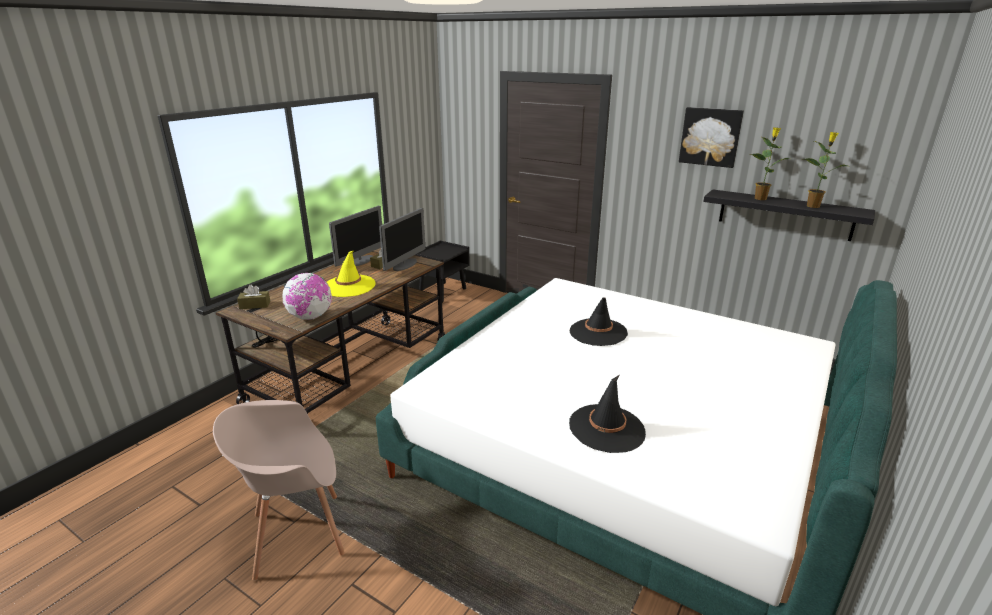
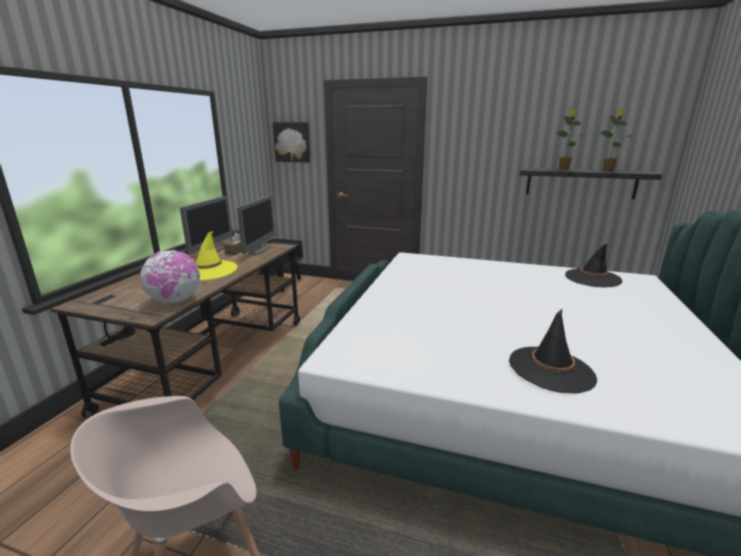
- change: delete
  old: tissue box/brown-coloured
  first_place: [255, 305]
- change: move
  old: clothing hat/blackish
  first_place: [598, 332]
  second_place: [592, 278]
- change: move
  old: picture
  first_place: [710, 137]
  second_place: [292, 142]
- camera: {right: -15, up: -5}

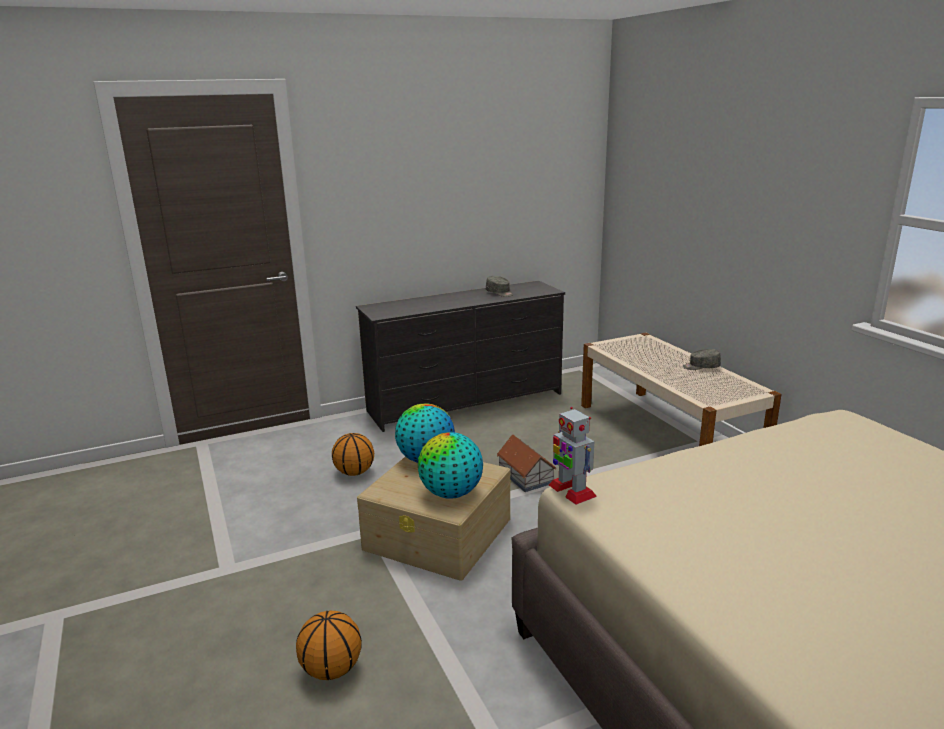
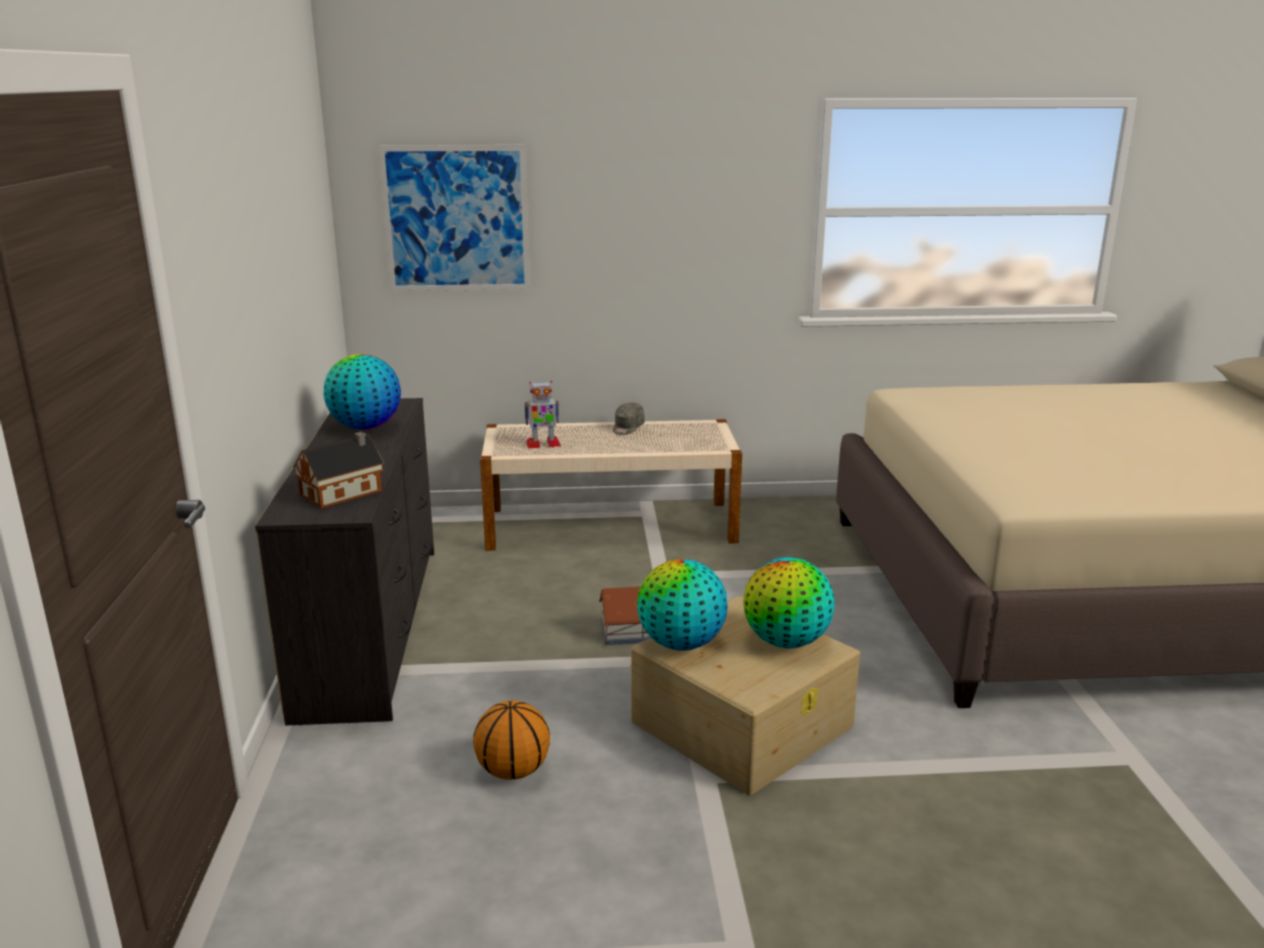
- change: delete
  old: basketball ball
  first_place: [331, 669]
- change: replace
  old: cap/greyish
  new: world globe
  first_place: [499, 293]
  second_place: [365, 427]
- change: move
  old: toy robot
  first_place: [571, 490]
  second_place: [543, 444]
- change: insert
  new: model house
  second_place: [344, 492]
- change: insert
  new: picture
  second_place: [456, 219]
- camera: {right: -70, up: 0}

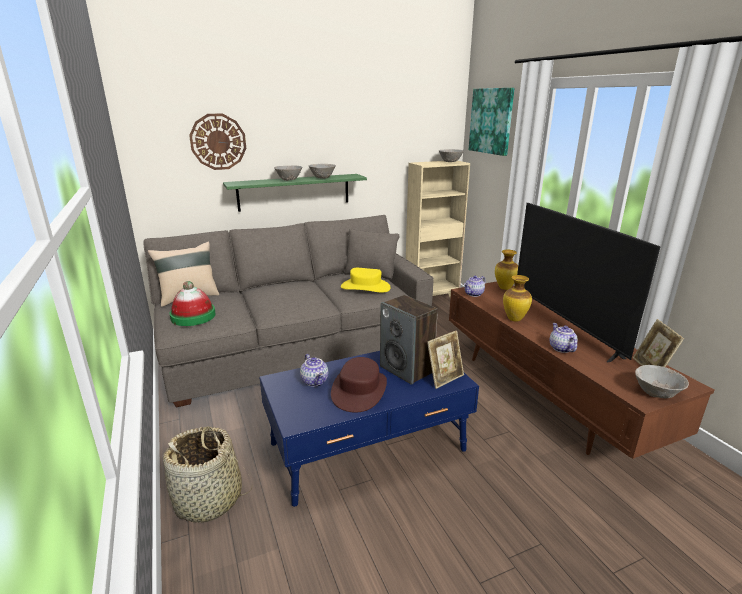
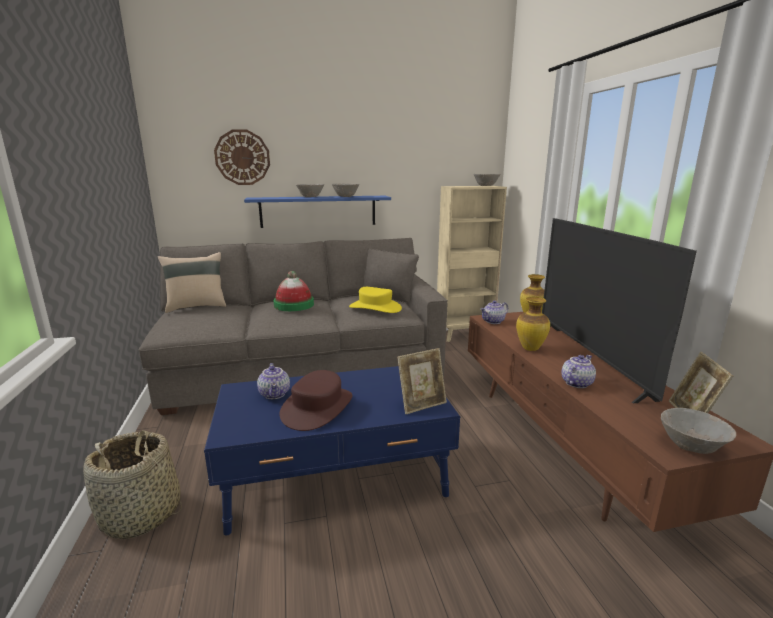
- change: move
  old: clothing hat
  first_place: [193, 316]
  second_place: [294, 305]
- change: recolor
  old: wall shelf/green-coloured
  new: wall shelf/blue
  first_place: [294, 192]
  second_place: [318, 211]
- change: delete
  old: loudspeaker
  first_place: [407, 369]
- change: delete
  old: picture
  first_place: [491, 121]
- change: rotate
  old: teapot
  first_place: [560, 348]
  second_place: [576, 383]
  degrees: 45
- camera: {right: 10, up: -5}

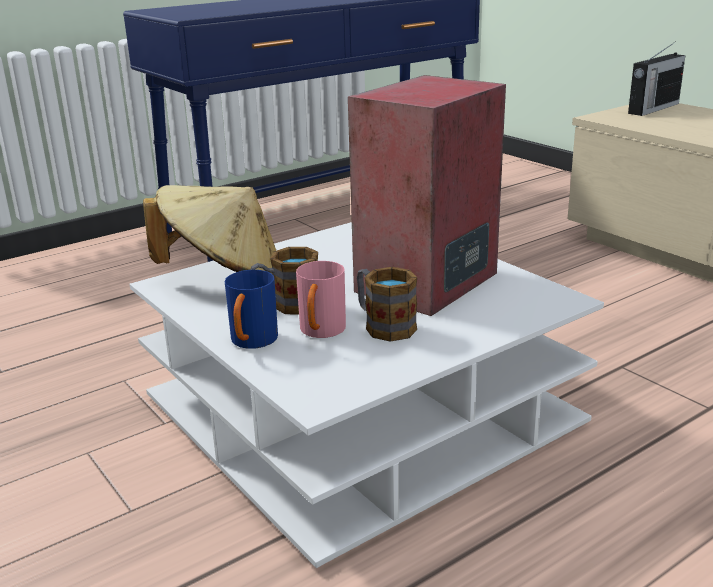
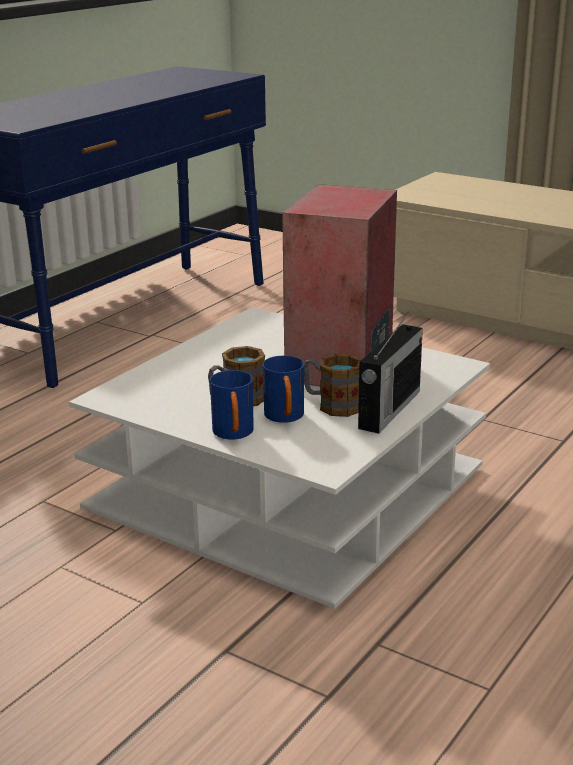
- change: delete
  old: clothing hat/beige
  first_place: [224, 276]
- change: recolor
  old: coffee mug/pinkish
  new: coffee mug/blue
  first_place: [320, 333]
  second_place: [285, 418]
- change: move
  old: radio
  first_place: [652, 108]
  second_place: [388, 410]
- camera: {right: -20, up: 0}

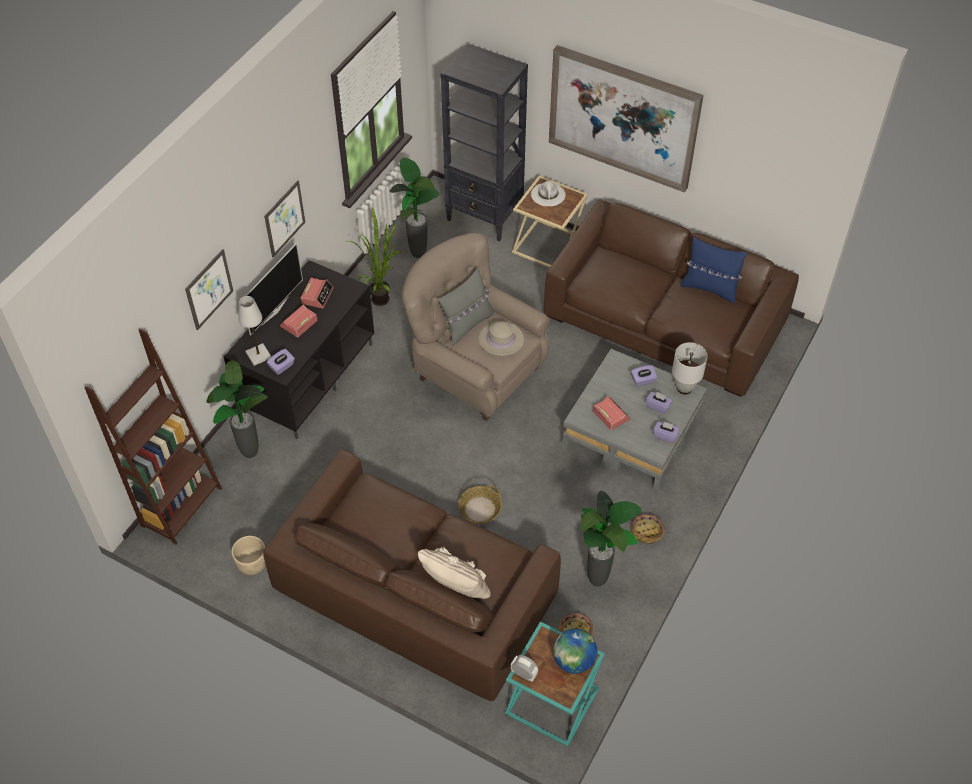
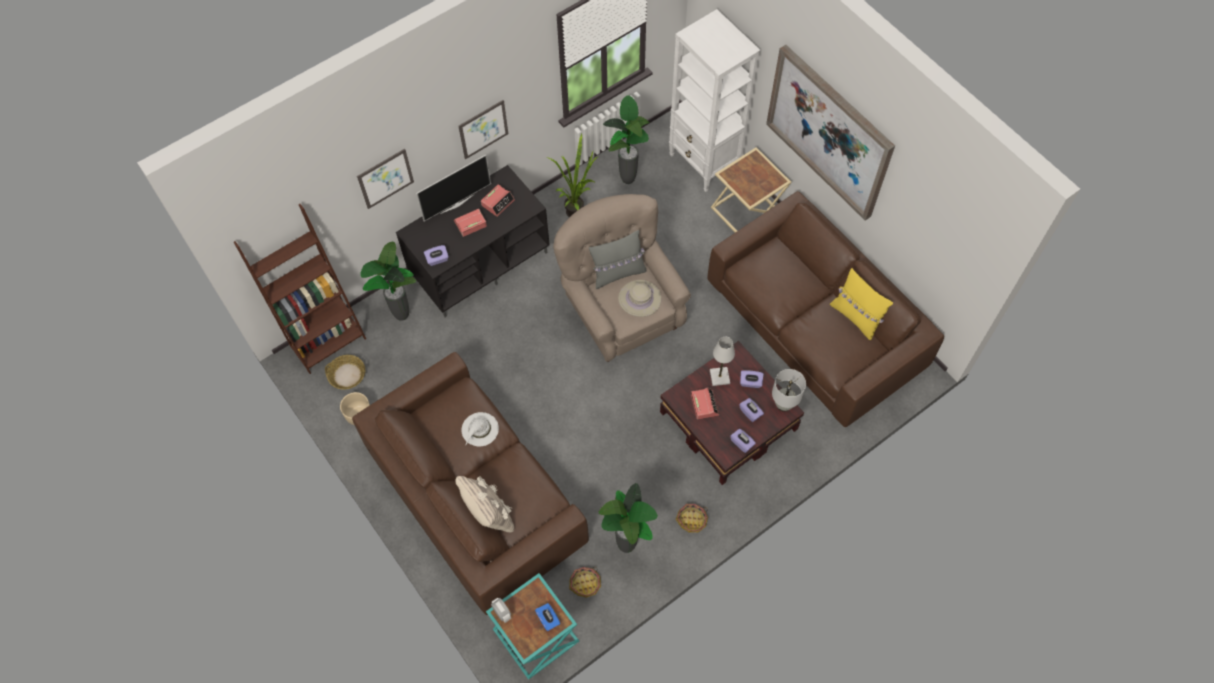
- change: move
  old: lamp for a table/white-coloured
  first_place: [258, 355]
  second_place: [719, 377]
- change: recolor
  old: bookcase/blackish
  new: bookcase/white-coloured
  first_place: [485, 217]
  second_place: [705, 163]
- change: move
  old: basket
  first_place: [479, 509]
  second_place: [347, 375]
- change: move
  old: clothing hat/white-coloured
  first_place: [548, 195]
  second_place: [480, 429]
- change: replace
  old: world globe
  new: tissue box/blue
  first_place: [574, 661]
  second_place: [548, 619]
- change: recolor
  old: coffee table/greyish
  new: coffee table/brown-coloured
  first_place: [633, 430]
  second_place: [729, 420]
- change: recolor
  old: cushion/blue
  new: cushion/yellow-coloured
  first_place: [710, 288]
  second_place: [856, 317]
- camera: {right: 25, up: 10}

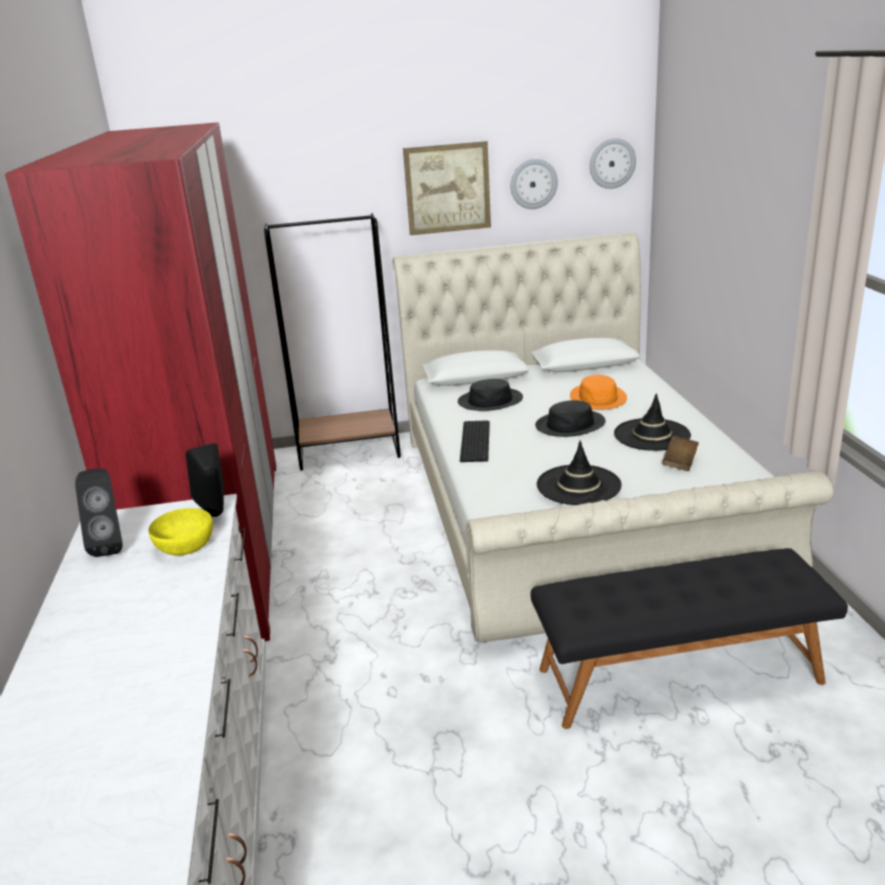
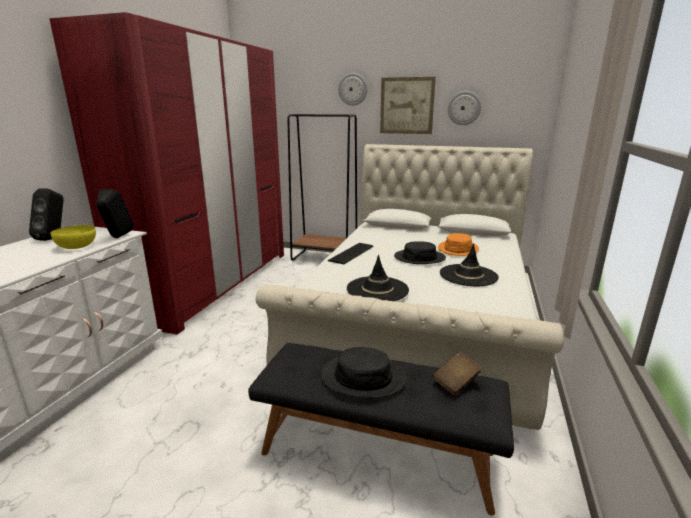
- change: move
  old: clothing hat/blackish
  first_place: [490, 401]
  second_place: [363, 377]
- change: move
  old: clock on the wall
  first_place: [612, 163]
  second_place: [353, 89]
- change: move
  old: volume/brown-coloured
  first_place: [680, 462]
  second_place: [456, 382]
- camera: {right: 25, up: -5}

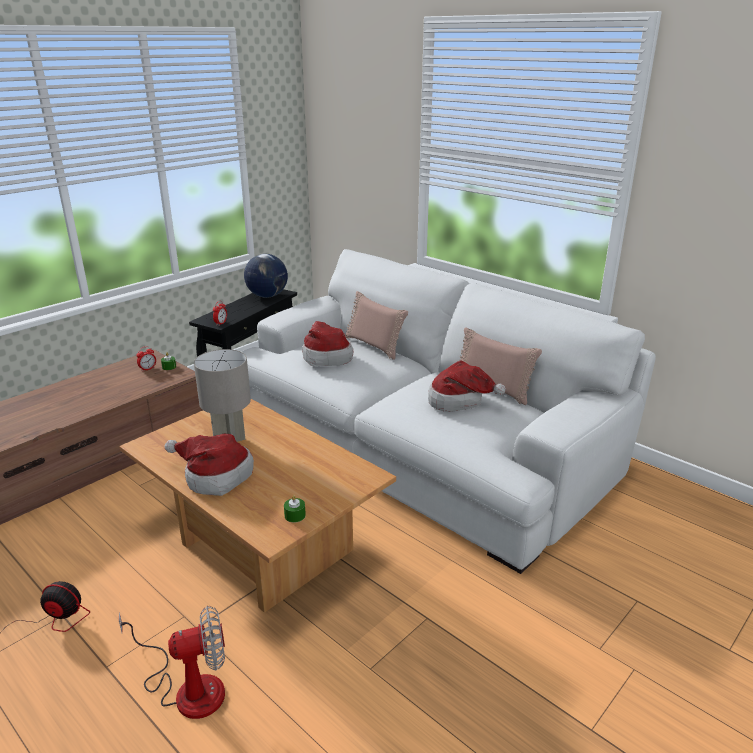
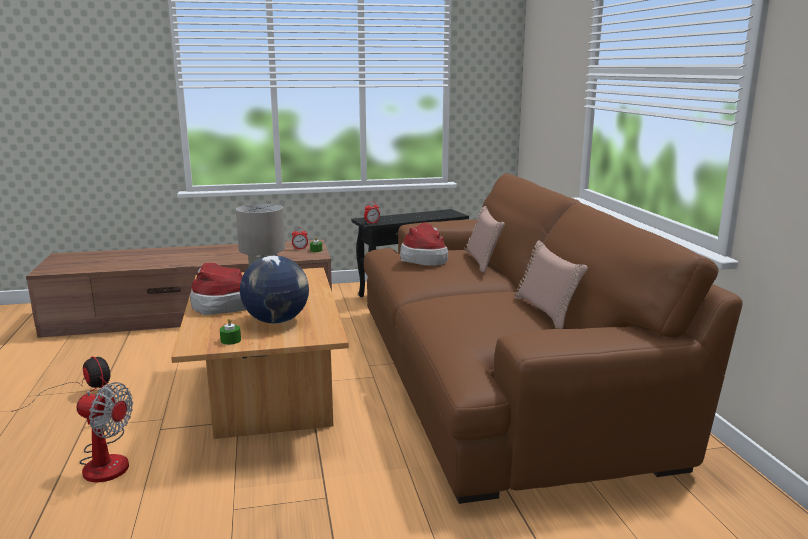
- change: recolor
  old: settee/white-coloured
  new: settee/brown-coloured
  first_place: [419, 444]
  second_place: [498, 373]
- change: move
  old: world globe
  first_place: [267, 296]
  second_place: [277, 321]
- change: delete
  old: clothing hat
  first_place: [459, 401]
- camera: {right: 35, up: -10}

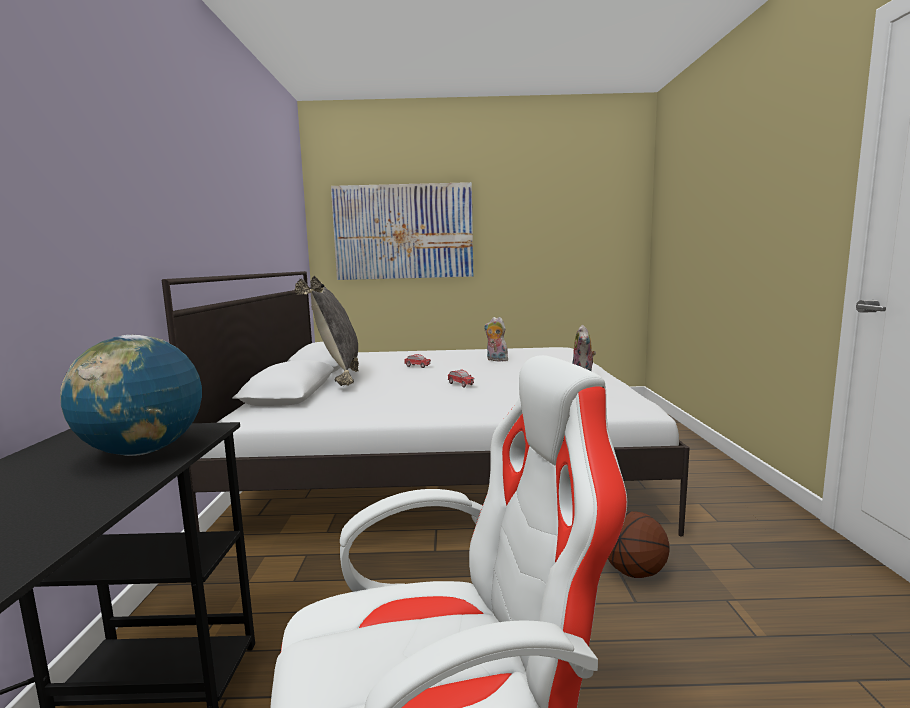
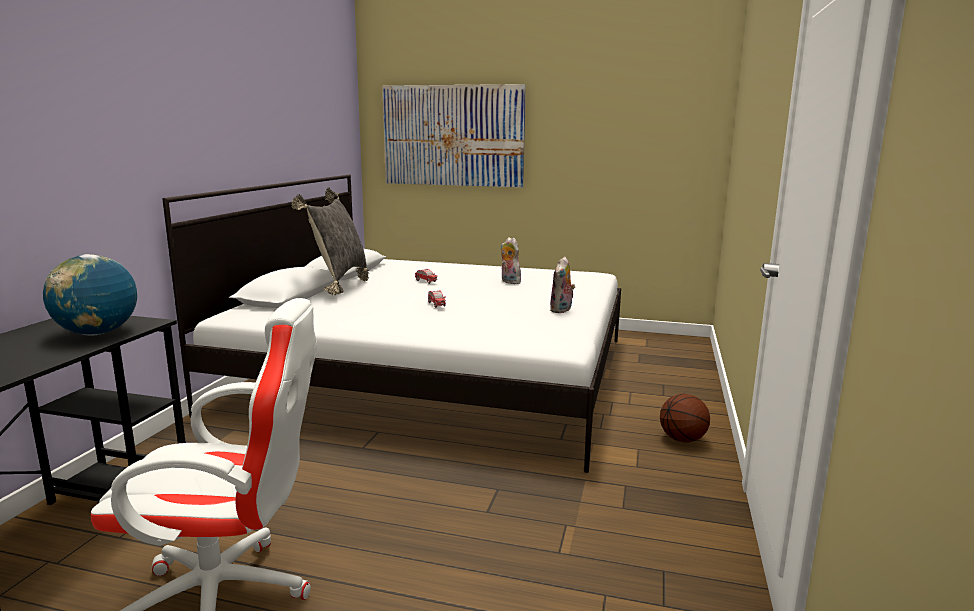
- change: move
  old: basketball ball
  first_place: [634, 571]
  second_place: [682, 439]
- camera: {right: 15, up: 5}

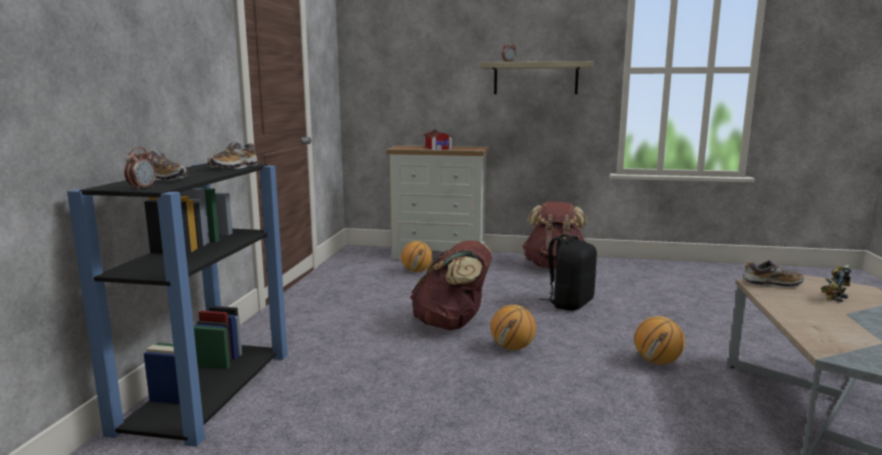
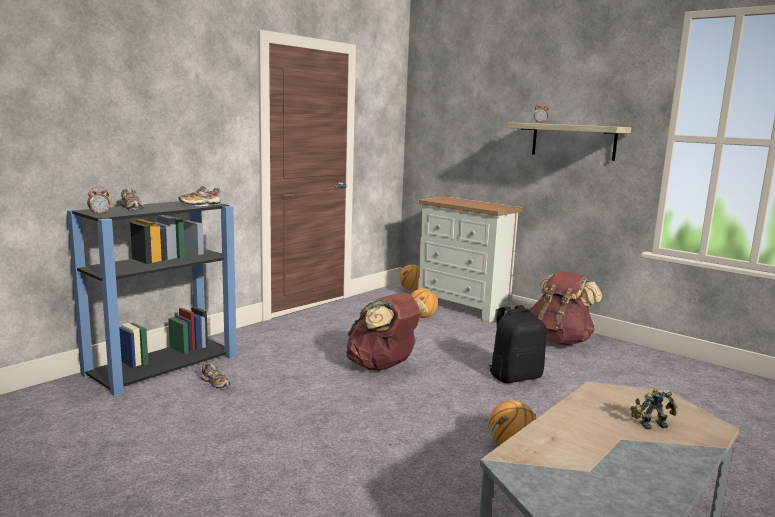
- change: delete
  old: model house
  first_place: [438, 147]
- change: move
  old: basketball ball
  first_place: [512, 348]
  second_place: [411, 289]
- change: move
  old: low shoe
  first_place: [772, 284]
  second_place: [215, 384]
- camera: {right: 30, up: 0}

